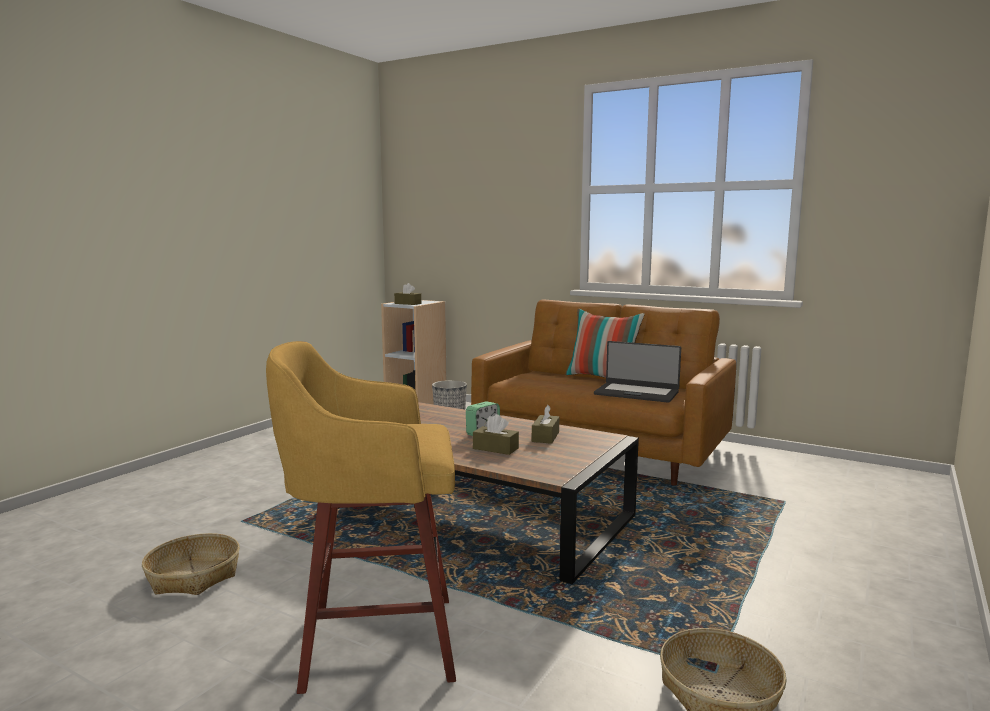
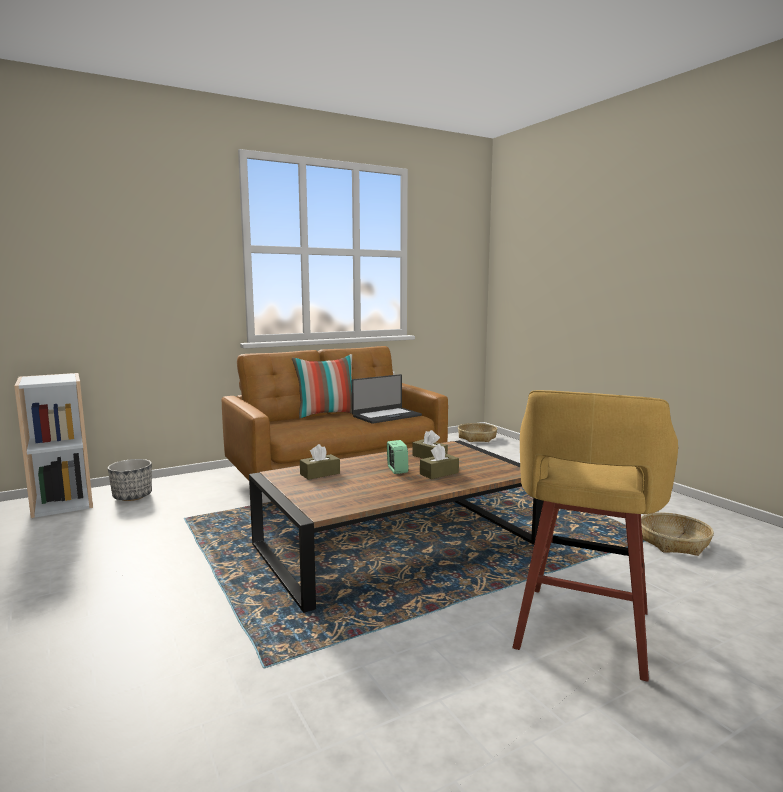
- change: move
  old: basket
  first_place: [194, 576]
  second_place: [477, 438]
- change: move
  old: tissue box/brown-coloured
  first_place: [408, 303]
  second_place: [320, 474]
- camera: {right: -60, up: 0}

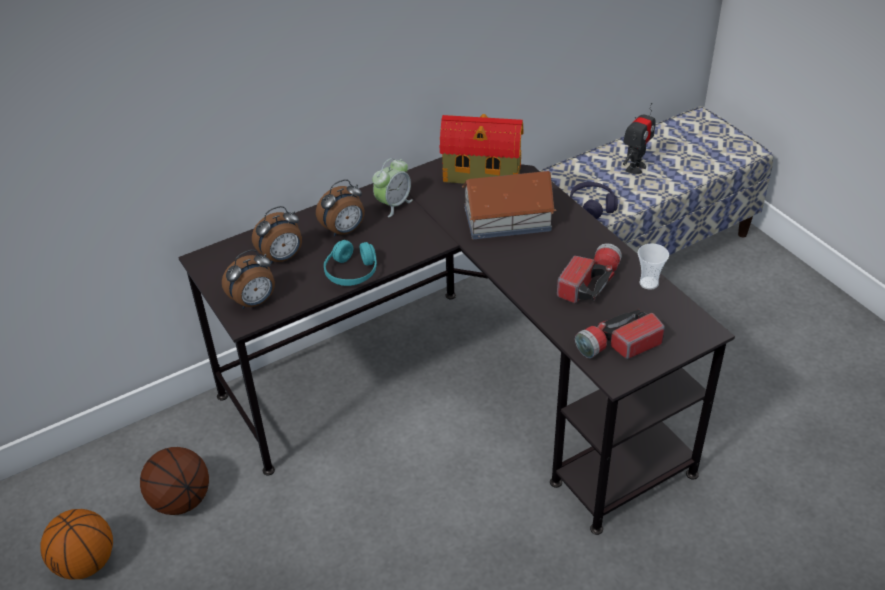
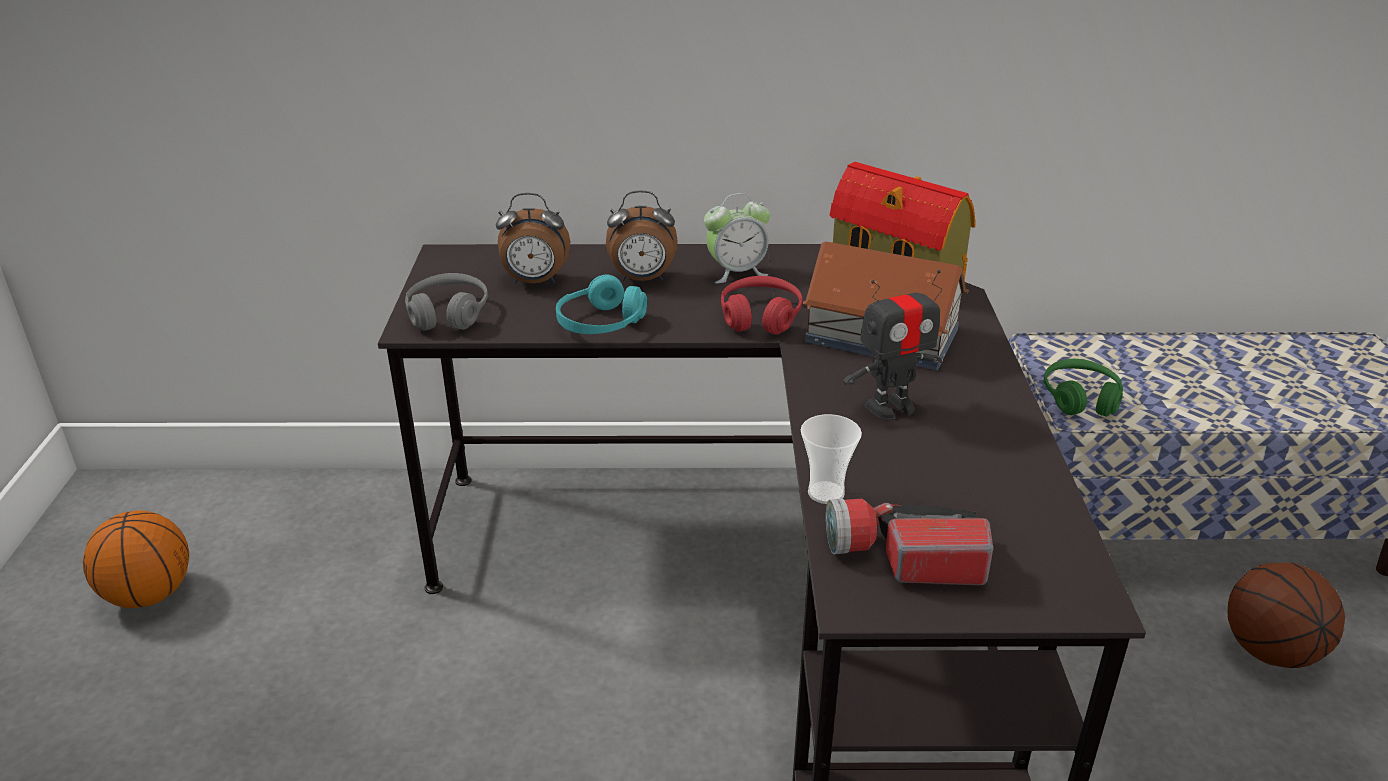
- change: move
  old: basketball ball
  first_place: [180, 500]
  second_place: [1269, 650]
- change: replace
  old: table clock
  new: pair of headphones/greyish
  first_place: [254, 302]
  second_place: [448, 314]
- change: delete
  old: hand torch
  first_place: [589, 282]
- change: recolor
  old: pair of headphones/purple-coloured
  new: pair of headphones/green-coloured
  first_place: [592, 206]
  second_place: [1080, 398]
- change: move
  old: toy robot
  first_place: [635, 167]
  second_place: [890, 407]
- change: move
  old: drinking cup
  first_place: [649, 283]
  second_place: [826, 493]
- change: insert
  new: pair of headphones/reddish
  second_place: [760, 317]
- camera: {right: 30, up: -10}

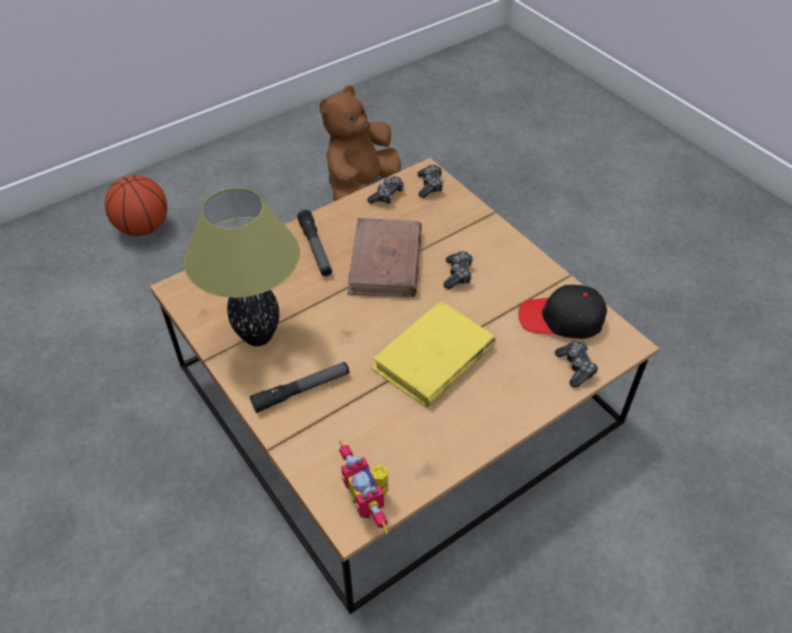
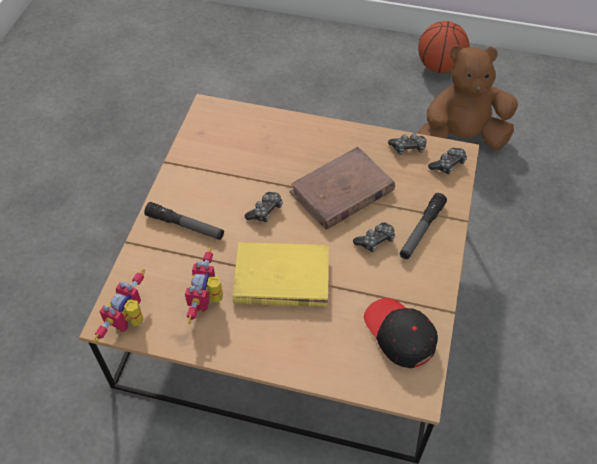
- change: move
  old: basketball ball
  first_place: [143, 227]
  second_place: [439, 66]
- change: delete
  old: lamp for a table
  first_place: [259, 336]
- change: move
  old: hand torch
  first_place: [315, 248]
  second_place: [421, 230]
- change: move
  old: joypad
  first_place: [576, 367]
  second_place: [265, 211]
- change: insert
  new: toy robot
  second_place: [208, 301]
- camera: {right: 50, up: 5}

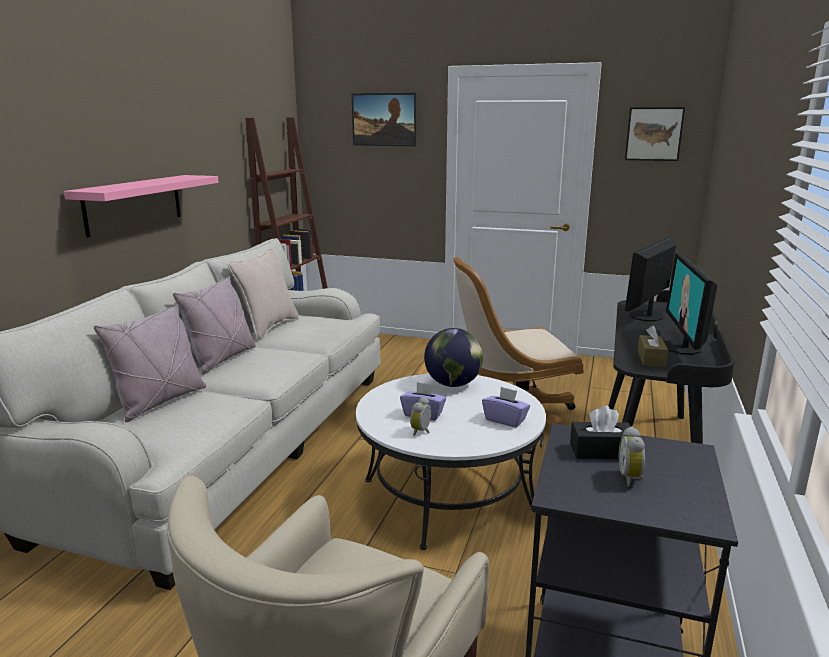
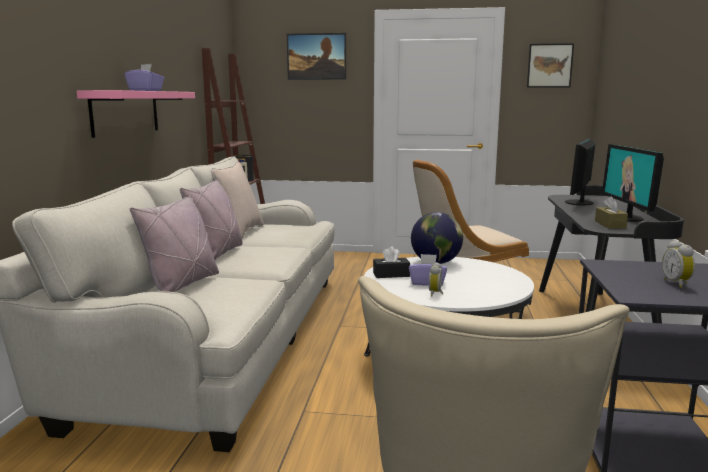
- change: move
  old: tissue box/purple-coloured
  first_place: [505, 420]
  second_place: [146, 90]
- change: move
  old: tissue box/blackish
  first_place: [601, 451]
  second_place: [391, 274]
- camera: {right: -10, up: -5}

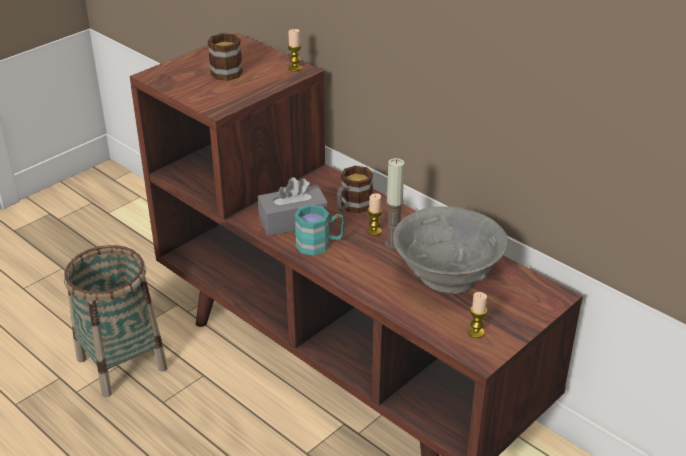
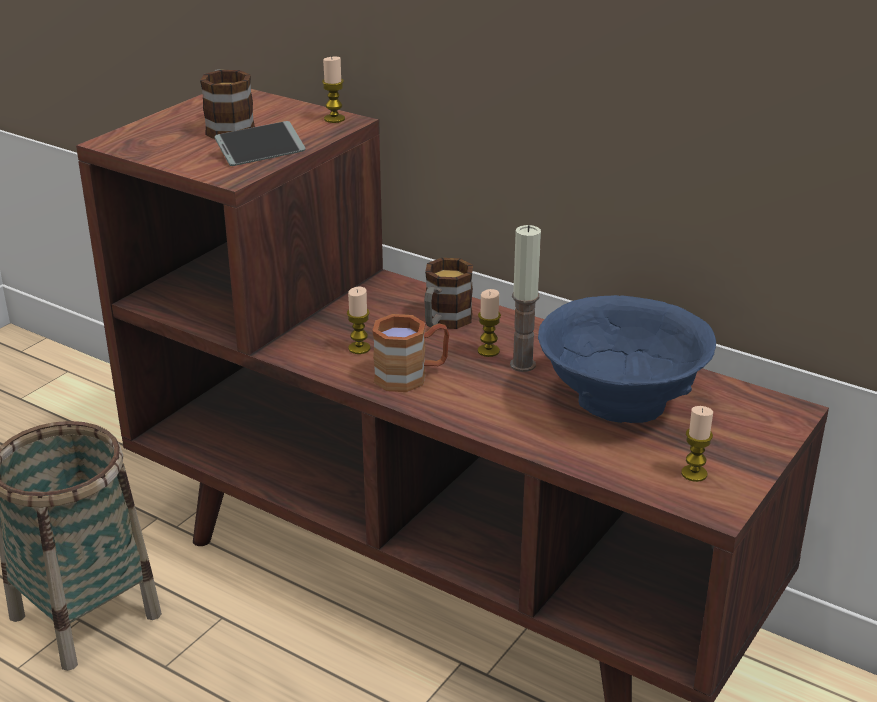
- change: replace
  old: tissue box/greyish
  new: wax light
  first_place: [293, 221]
  second_place: [359, 348]
- change: recolor
  old: coffee mug/turquoise
  new: coffee mug/brown-coloured
  first_place: [320, 244]
  second_place: [411, 376]
- change: recolor
  old: bowl/greyish
  new: bowl/blue
  first_place: [447, 278]
  second_place: [621, 403]
- change: insert
  new: telephone
  second_place: [261, 152]
- camera: {right: -10, up: -5}

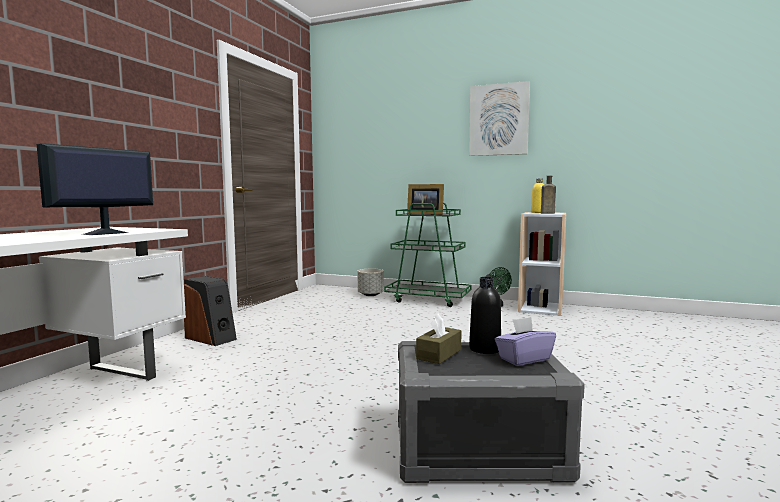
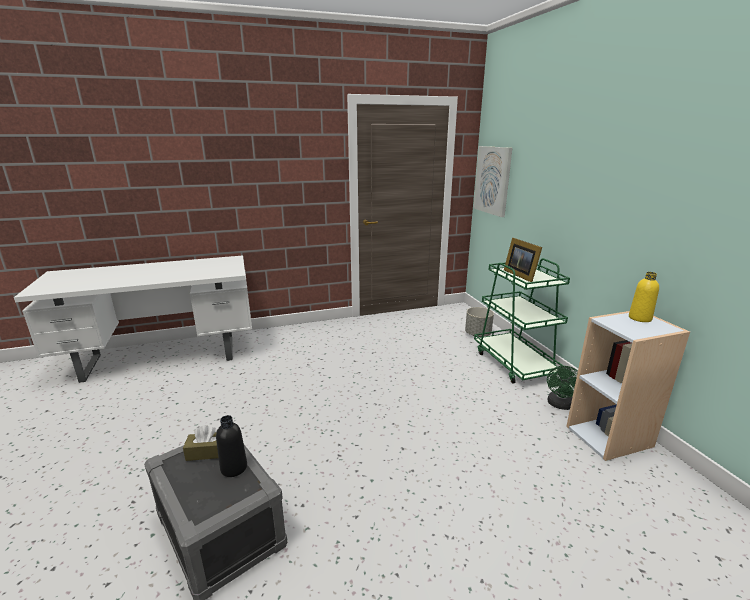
- change: delete
  old: computer display
  first_place: [104, 233]
- change: delete
  old: loudspeaker
  first_place: [211, 338]
- change: move
  old: picture
  first_place: [499, 120]
  second_place: [493, 180]
- change: delete
  old: tissue box/purple-coloured
  first_place: [524, 359]
- change: delete
  old: drink bottle/brown-coloured
  first_place: [546, 213]
- camera: {right: 50, up: 15}

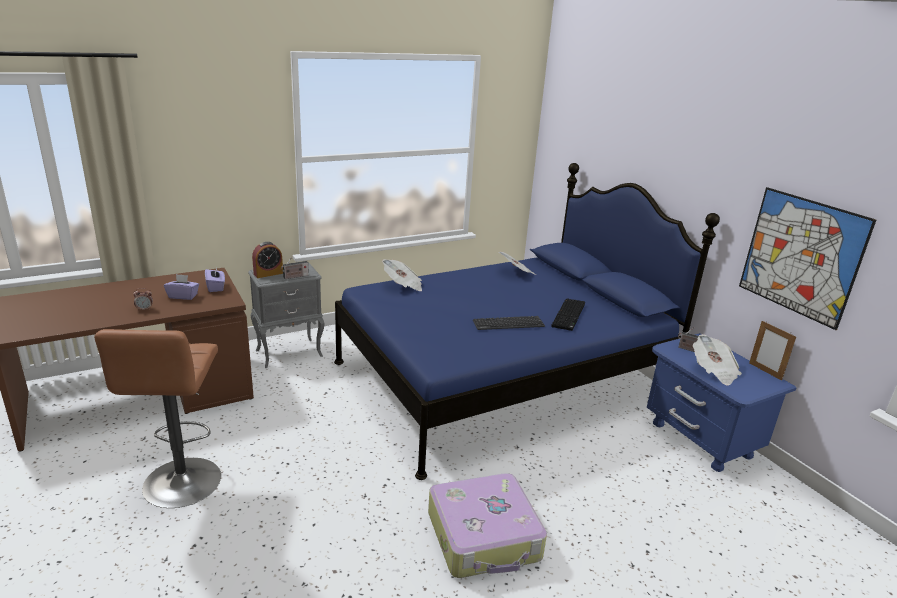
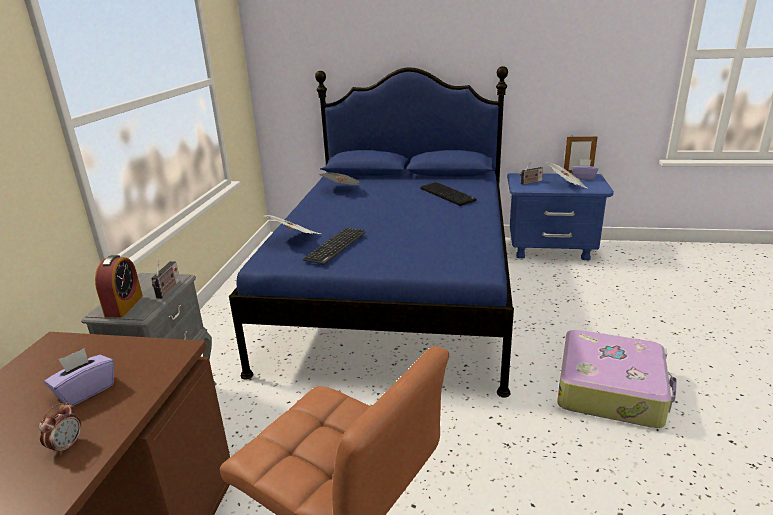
- change: move
  old: tissue box/purple-coloured
  first_place: [216, 287]
  second_place: [583, 178]
- change: move
  old: keyboard
  first_place: [508, 324]
  second_place: [336, 246]
- change: delete
  old: picture
  first_place: [801, 256]
- camera: {right: -50, up: 0}

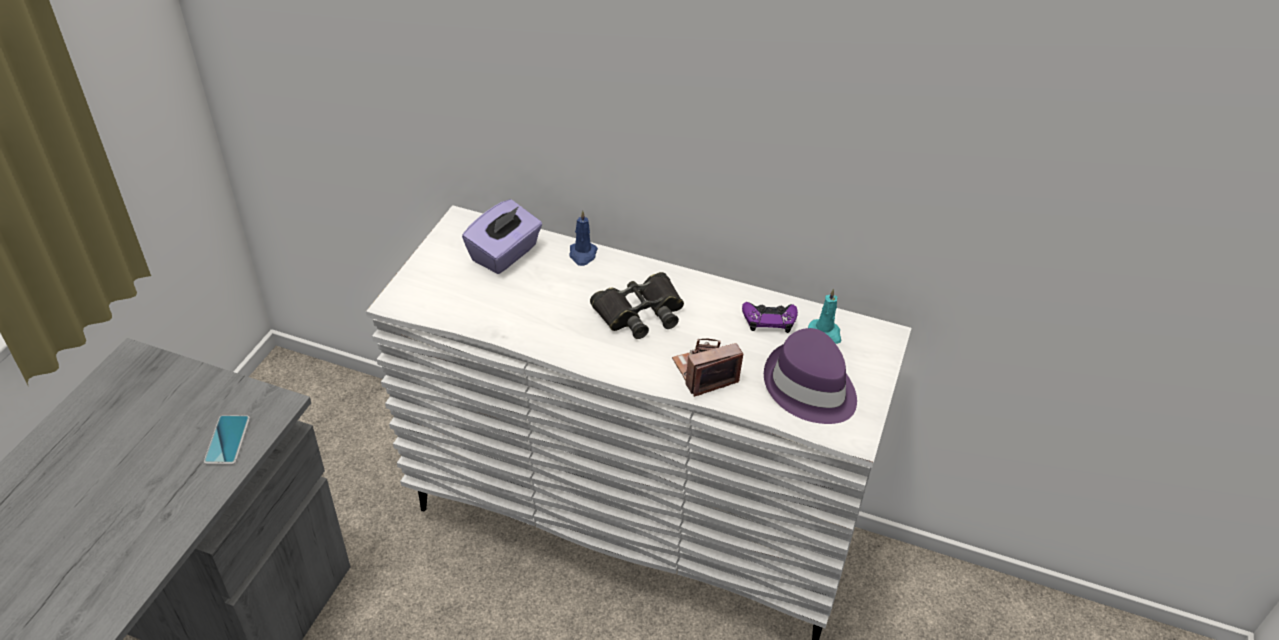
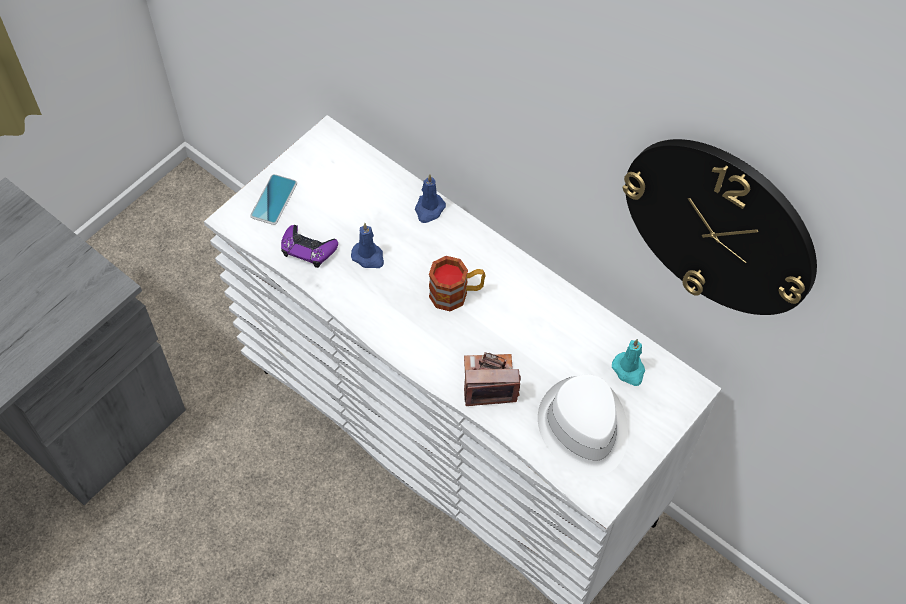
- change: move
  old: telephone
  first_place: [227, 440]
  second_place: [274, 200]
- change: delete
  old: tissue box/purple-coloured
  first_place: [505, 254]
- change: replace
  old: binoculars/blackish
  new: coffee mug
  first_place: [640, 312]
  second_place: [456, 294]
- change: move
  old: joypad/purple-coloured
  first_place: [769, 320]
  second_place: [308, 249]
- change: recolor
  old: clothing hat/purple-coloured
  new: clothing hat/white-coloured
  first_place: [809, 388]
  second_place: [583, 428]
- change: insert
  new: wax light/blue
  second_place: [368, 256]
- change: insert
  new: clock on the wall
  second_place: [719, 226]
- camera: {right: 20, up: 15}

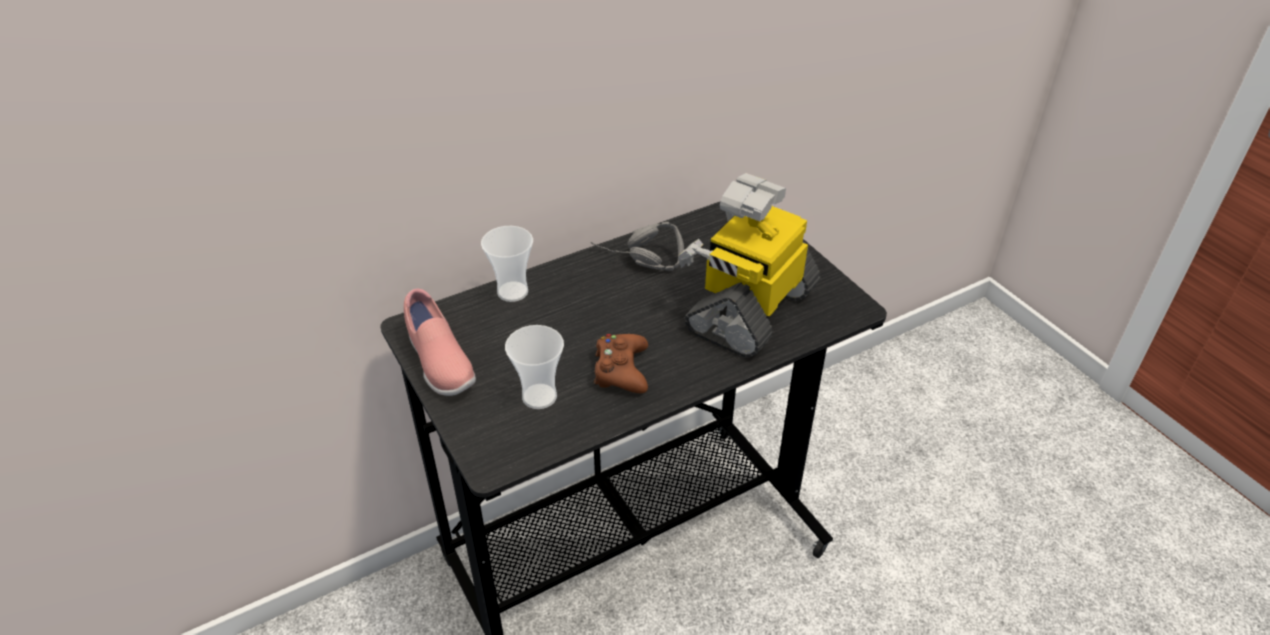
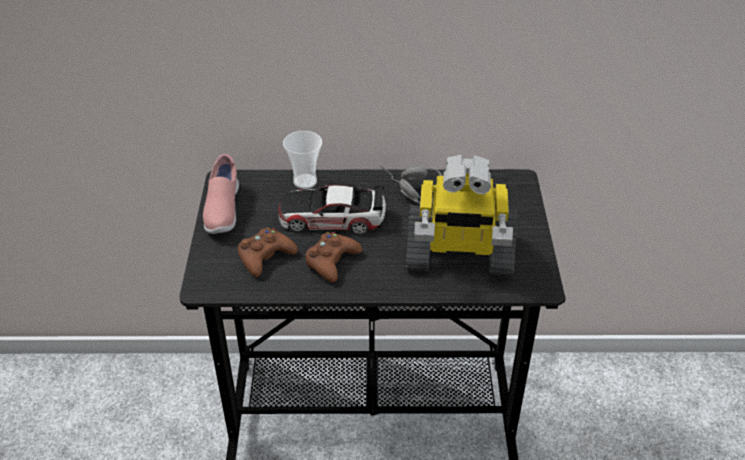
- change: replace
  old: drinking cup
  new: joypad/brown-coloured
  first_place: [539, 396]
  second_place: [265, 257]
- change: rotate
  old: toy robot
  first_place: [749, 309]
  second_place: [458, 255]
  degrees: -150
- change: insert
  new: miniature car
  second_place: [332, 217]
- camera: {right: 30, up: 0}

